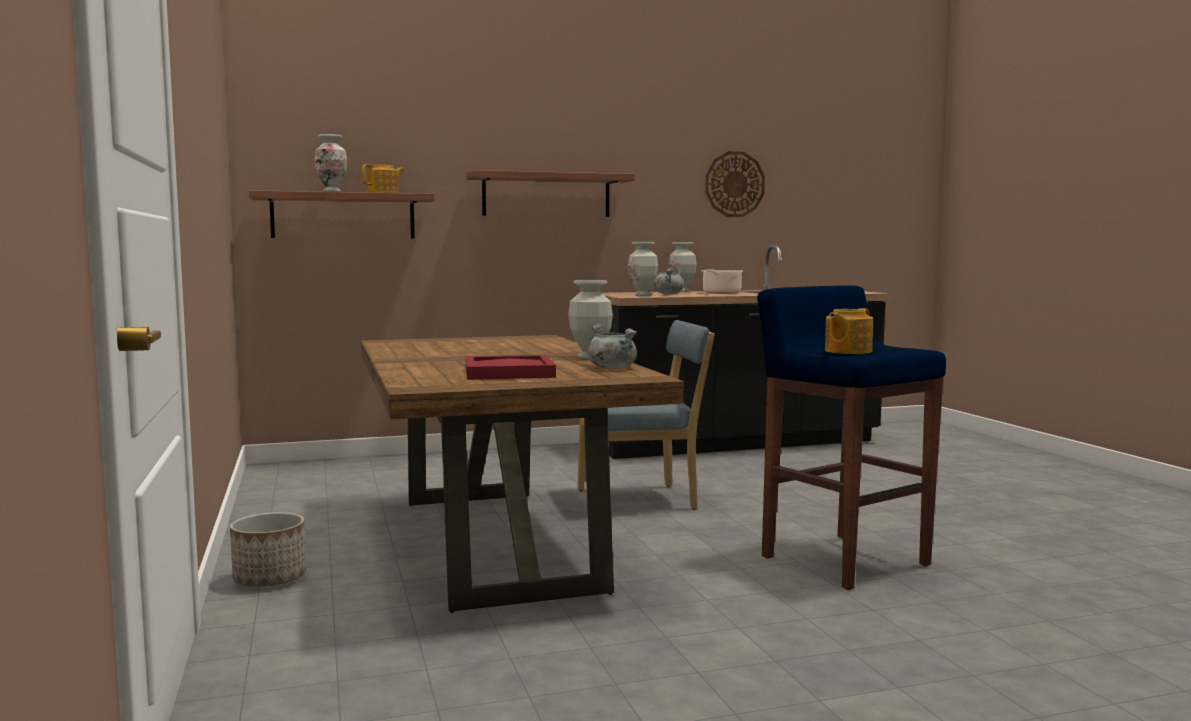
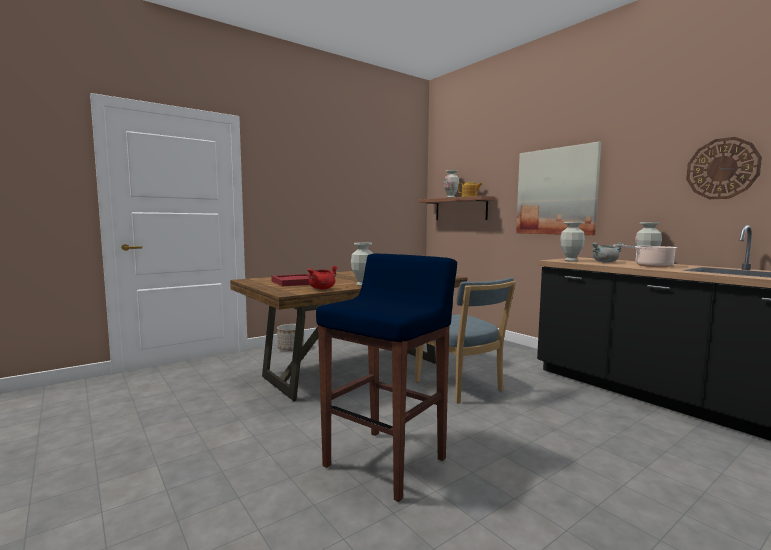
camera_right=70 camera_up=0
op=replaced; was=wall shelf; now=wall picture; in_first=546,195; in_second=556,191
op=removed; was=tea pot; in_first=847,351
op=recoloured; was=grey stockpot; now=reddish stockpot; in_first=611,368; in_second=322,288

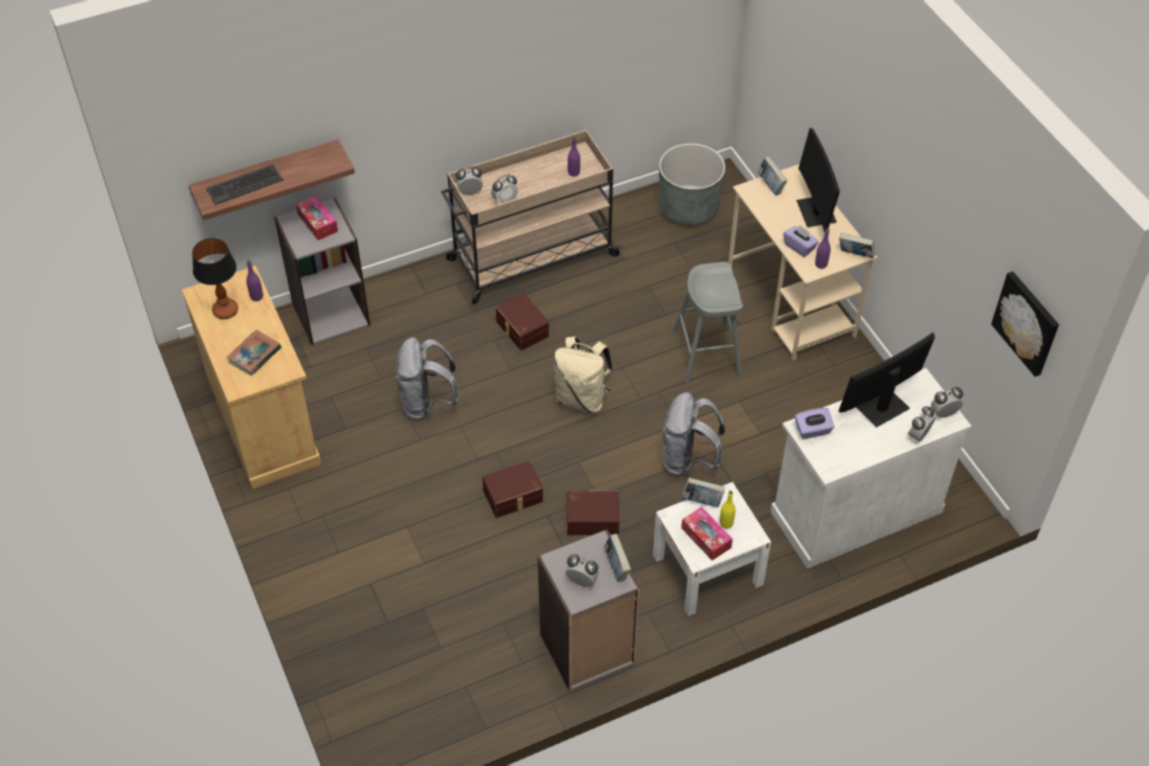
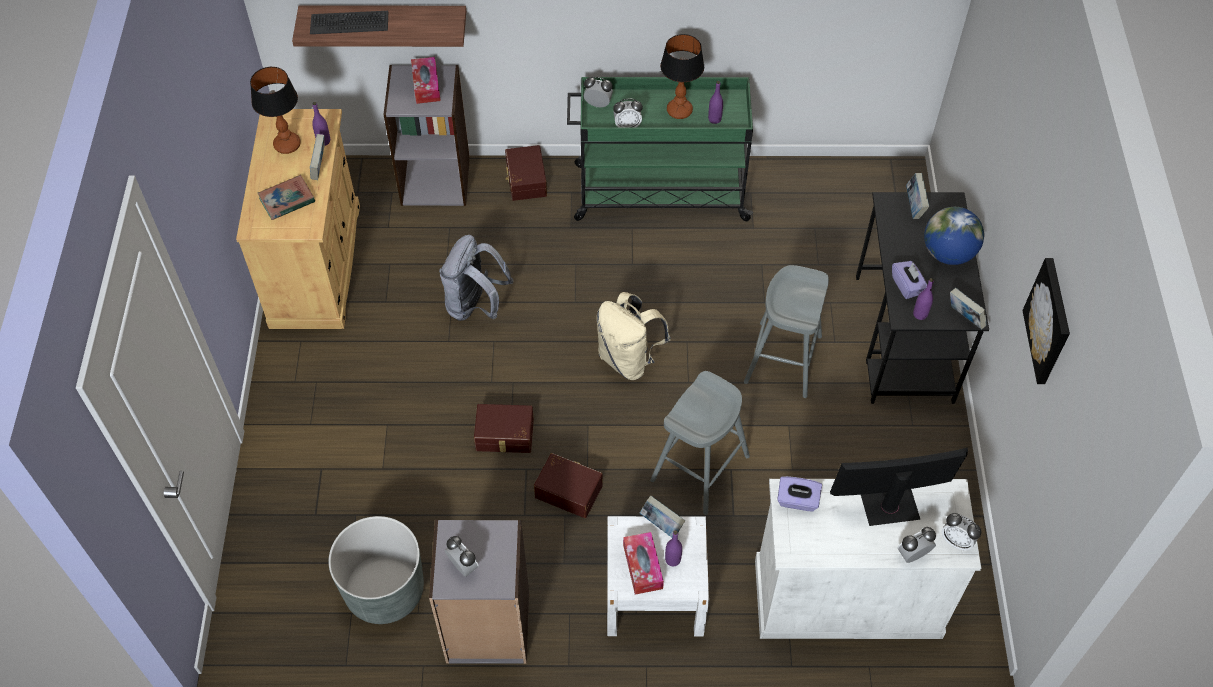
camera_right=25 camera_up=5
op=replaced; was=computer screen; now=desk globe; in_first=816,212; in_second=948,253
op=recoloured; was=beige-coloured trolley; now=green-coloured trolley; in_first=530,258; in_second=658,192
op=moved; was=grey plant pot; in_first=688,208; in_second=384,590
op=recoloured; was=beige-coloured desk table; now=black desk table; in_first=791,303; in_second=904,339
op=moved; was=wall picture; in_first=1027,323; in_second=1050,321
op=moved; was=brownish storage bin; in_first=521,329; in_second=525,180
op=turned; was=alarm clock; in_first=943,413; in_second=956,540; clockwise=-150
op=replaced; was=grey rucksack; now=grey stool; in_first=688,460; in_second=700,468
op=recoloured; was=yellow beverage bottle; now=purple beverage bottle; in_first=726,523; in_second=672,560
op=moved; was=book; in_first=616,567; in_second=320,167
op=added; now=table lamp; in_second=679,111

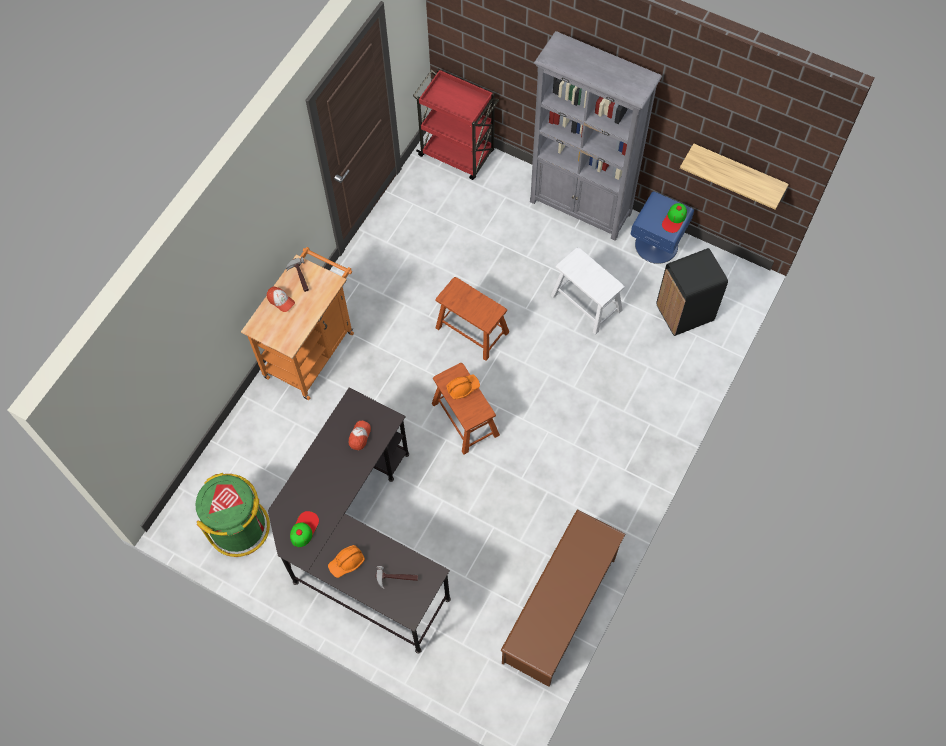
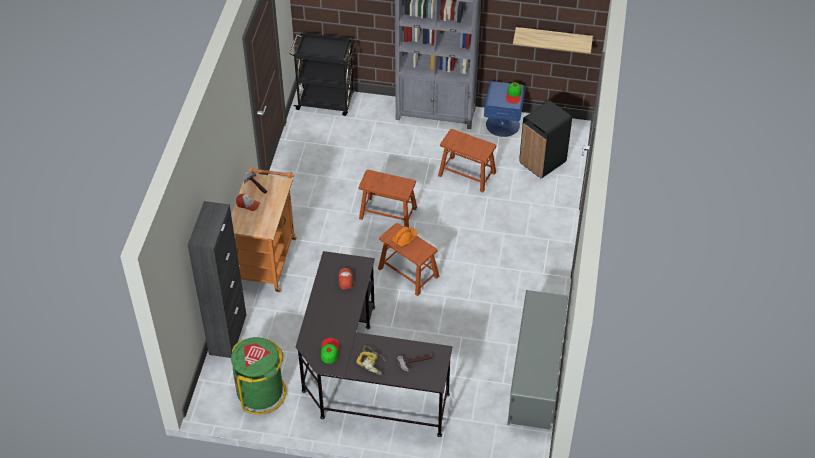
camera_right=-20 camera_up=-15
op=recoloured; was=reddish trolley; now=black trolley; in_first=458,154; in_second=326,102
op=recoloured; was=white-coloured stool; now=brownish stool; in_first=586,302; in_second=467,174
op=recoloured; was=brownish shoe shelf; now=grey shoe shelf; in_first=560,610; in_second=535,377
op=replaced; was=orange-coloured safety helmet; now=electric drill; in_first=346,562; in_second=372,363
op=added; now=black cabinet; in_second=228,334

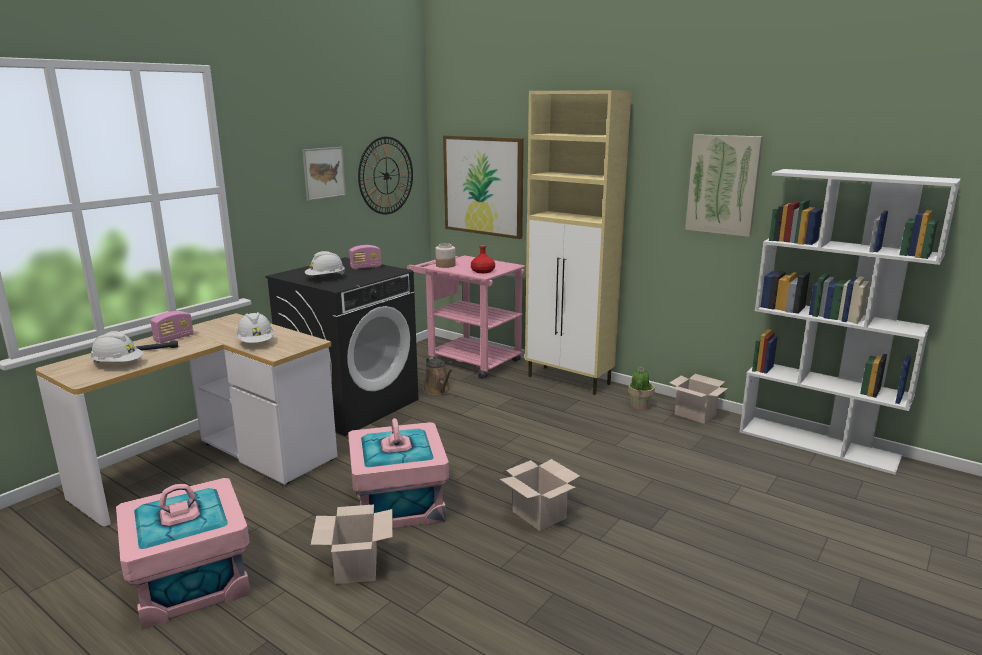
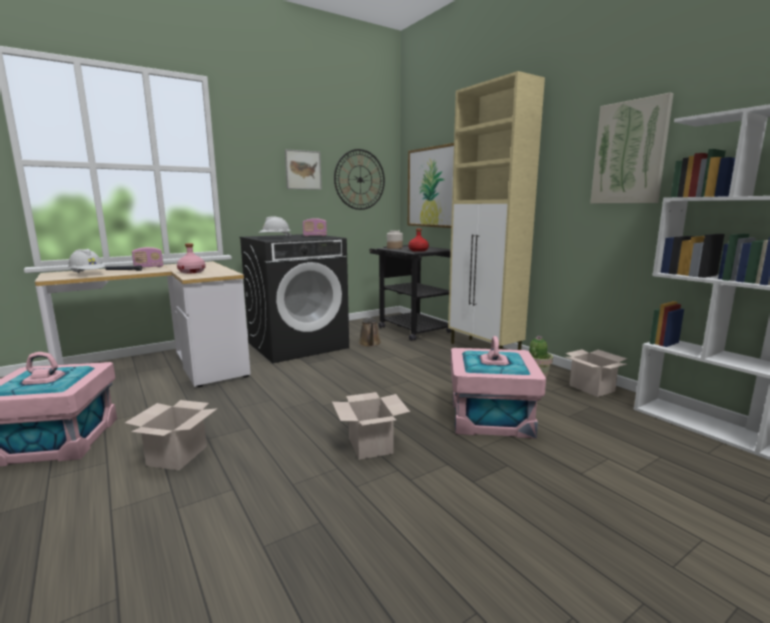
camera_right=20 camera_up=-5
op=recoloured; was=pink trolley; now=black trolley; in_first=467,360; in_second=410,328
op=replaced; was=white-coloured safety helmet; now=pink beverage bottle; in_first=256,343; in_second=192,272
op=moved; was=pink storage bin; in_first=400,504; in_second=491,418

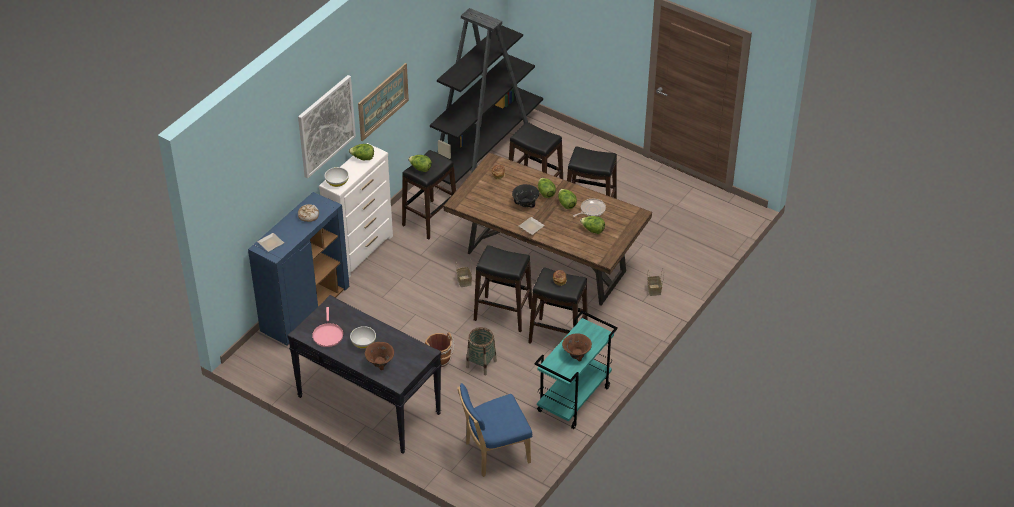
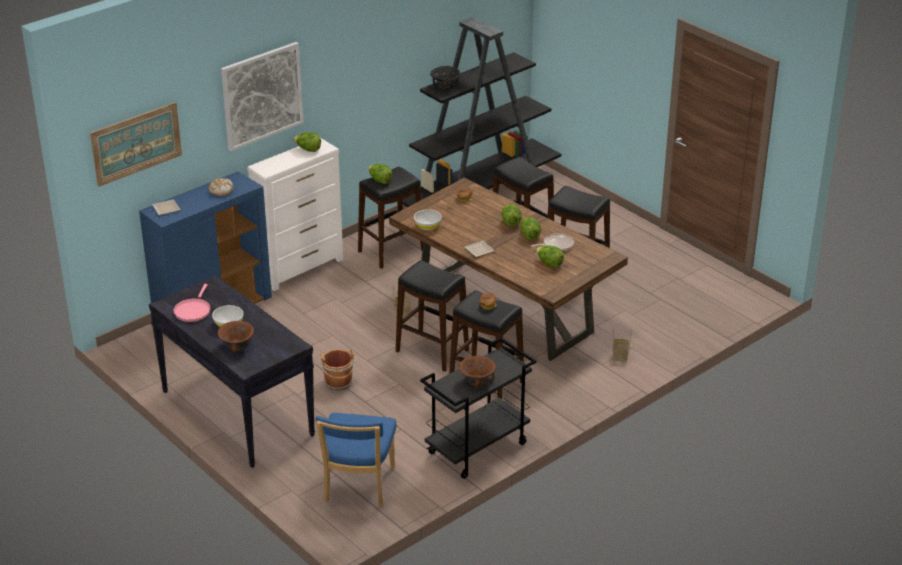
camera_right=15 camera_up=-10
op=moved; was=wall picture; in_first=383,101; in_second=136,143
op=moved; was=white-coloured bowl; in_first=337,182; in_second=428,226
op=moved; was=black bowl; in_first=525,203; in_second=445,86
op=recoloured; was=turquoise-coloured trolley; now=black trolley; in_first=574,400; in_second=477,449
op=removed; was=household basket; in_first=481,364
op=turned; was=blue chair; in_first=494,453; in_second=358,487; clockwise=-75

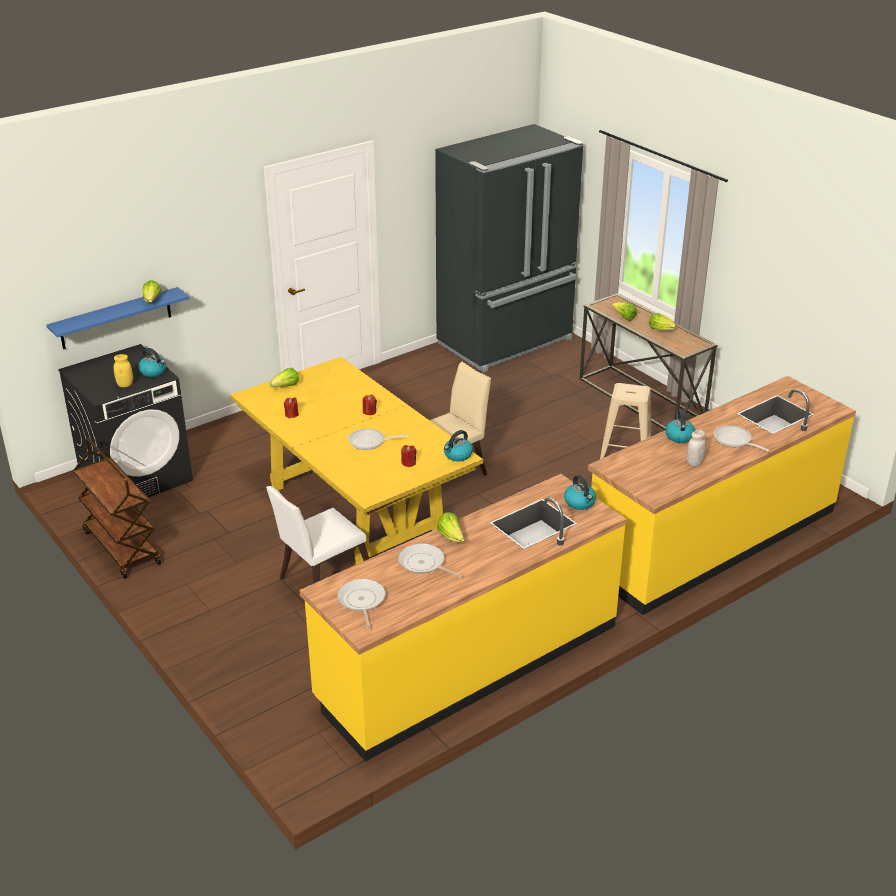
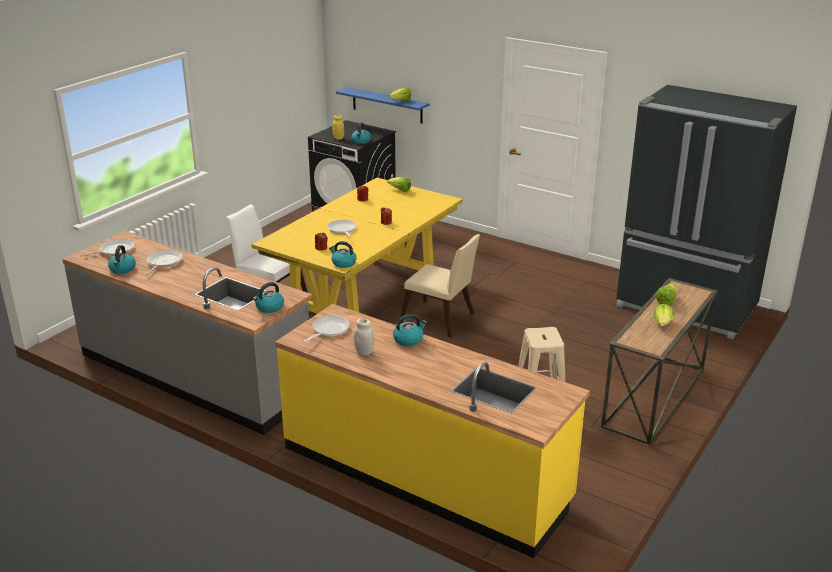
camera_right=70 camera_up=-5
op=moved; was=frying pan; in_first=735,441; in_second=328,330
op=removed; was=brownish trolley; in_first=121,547
op=recoloured; was=yellow kitchen base unit; now=grey kitchen base unit; in_first=468,662; in_second=195,374
op=removed; was=head of lettuce; in_first=451,537
op=added; now=kettle; in_second=122,269

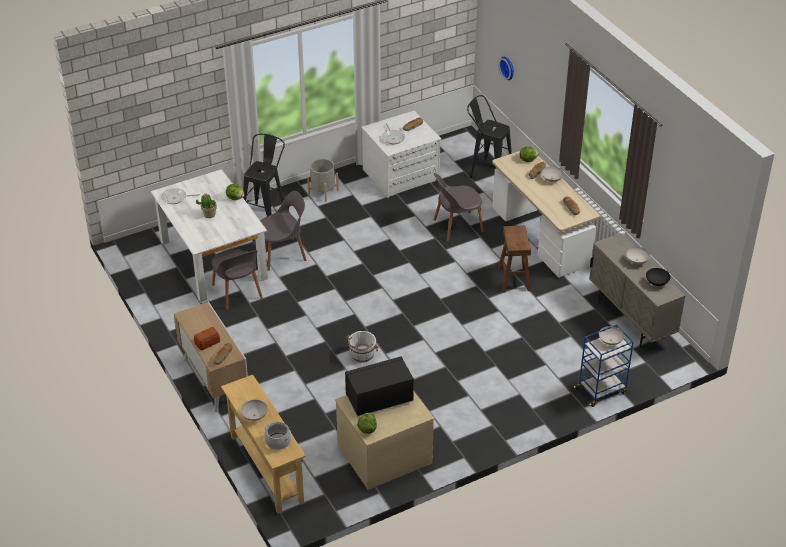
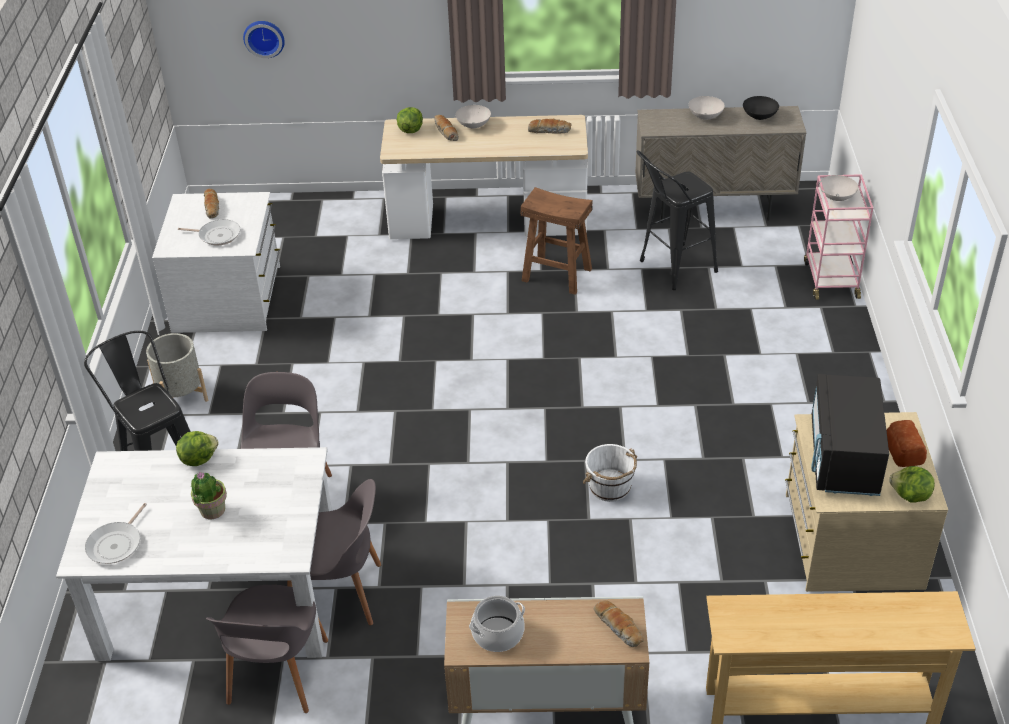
camera_right=-60 camera_up=0
op=moved; was=black stool; in_first=487,172; in_second=671,269
op=moved; was=grey chair; in_first=456,226; in_second=277,674
op=recoloured; was=blue trolley; now=pink trolley; in_first=601,390; in_second=830,279
op=moved; was=bread; in_first=208,342; in_second=904,450
op=removed; was=white-coloured bowl; in_first=255,416
op=moved; was=stockpot; in_first=278,441; in_second=497,634

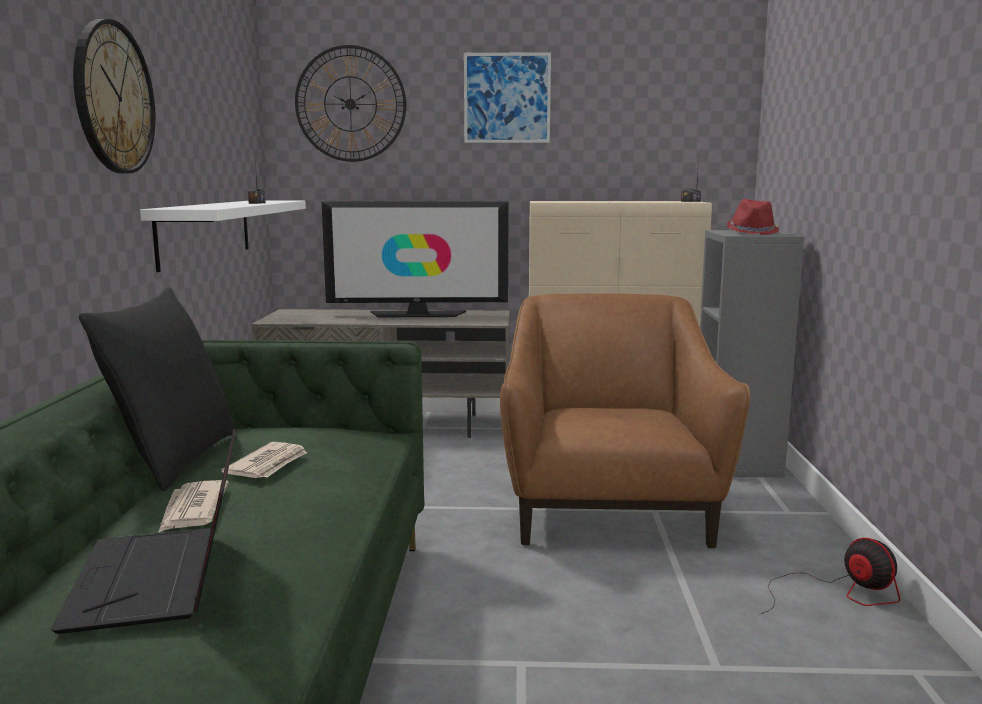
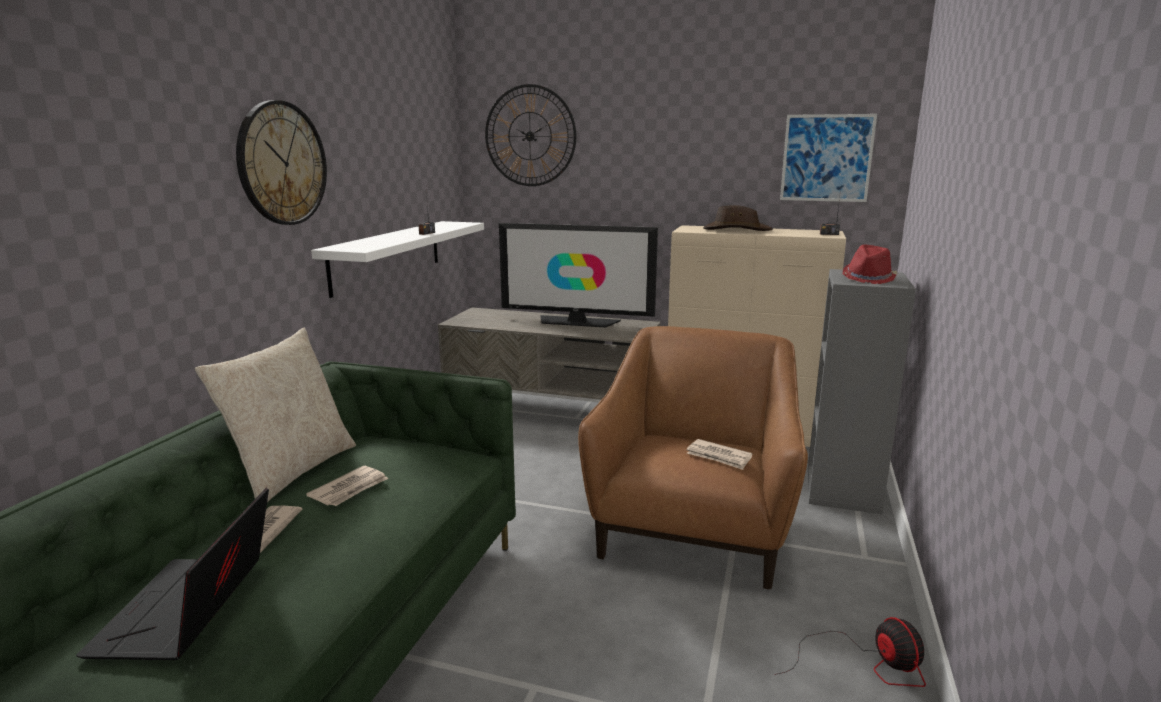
camera_right=15 camera_up=5
op=moved; was=wall picture; in_first=507,98; in_second=826,158
op=recoloured; was=black pillow; now=beige-coloured pillow; in_first=173,459; in_second=292,471
op=added; now=brownish clothing hat; in_second=736,230
op=added; now=printed paper; in_second=719,457

